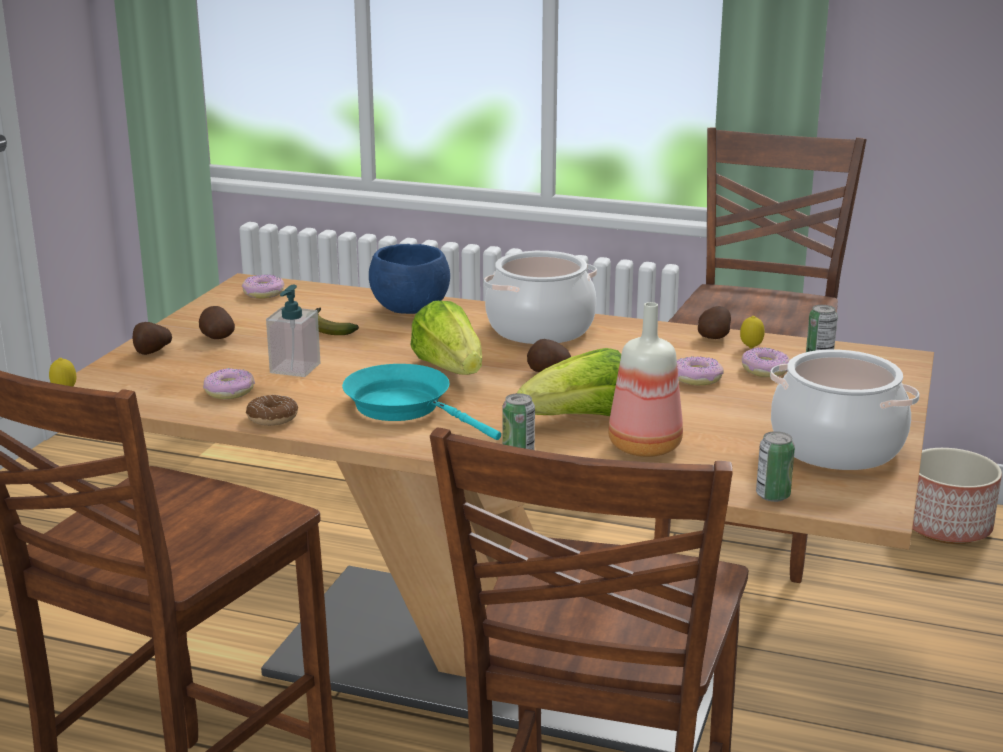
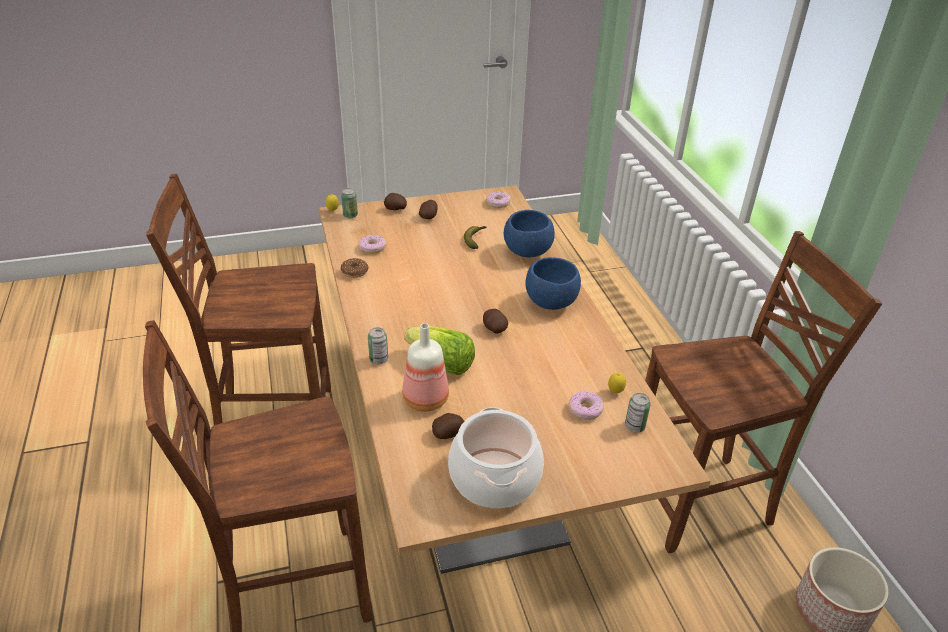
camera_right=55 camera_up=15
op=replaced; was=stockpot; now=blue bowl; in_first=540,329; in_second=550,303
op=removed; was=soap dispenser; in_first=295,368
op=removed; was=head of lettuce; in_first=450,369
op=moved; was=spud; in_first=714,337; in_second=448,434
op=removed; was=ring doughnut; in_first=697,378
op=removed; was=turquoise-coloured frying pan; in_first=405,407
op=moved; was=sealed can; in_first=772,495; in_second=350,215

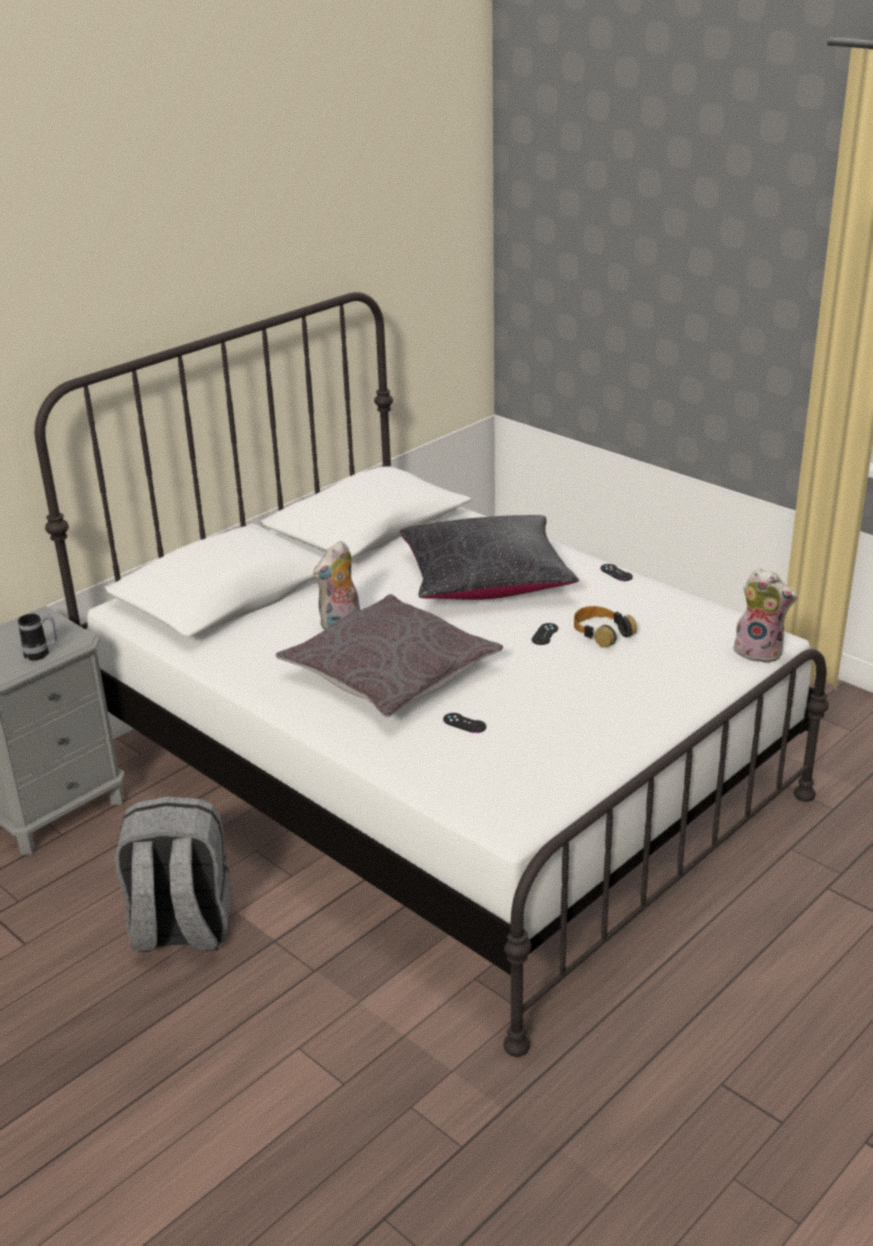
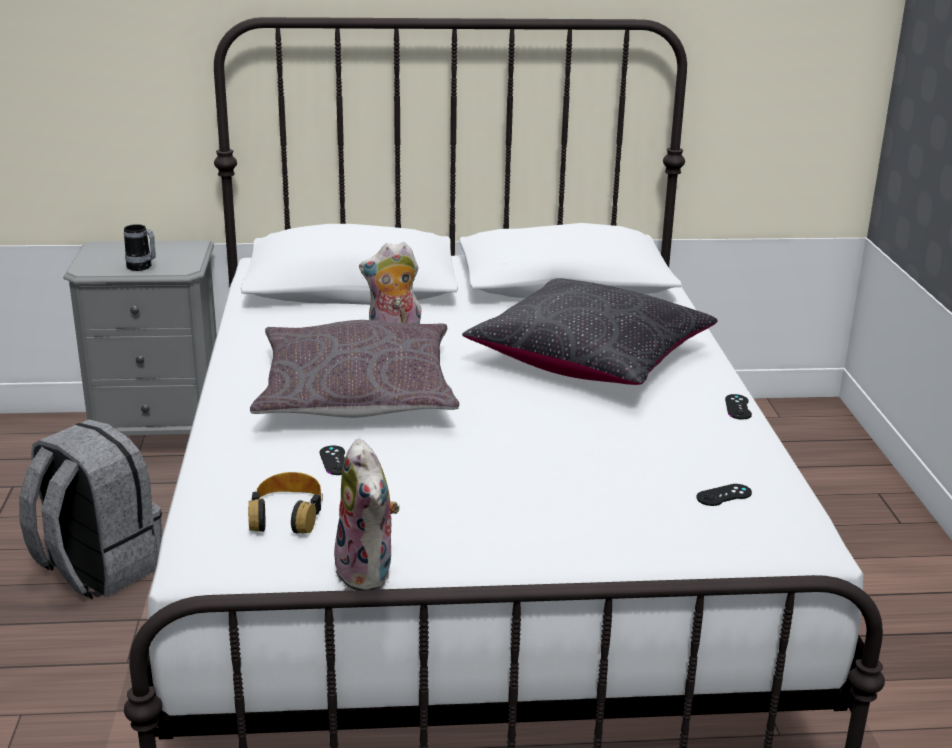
camera_right=40 camera_up=-5
op=moved; was=soft toy; in_first=760,651; in_second=369,573
op=moved; was=headphones; in_first=601,632; in_second=287,514
op=moved; was=black game controller; in_first=545,634; in_second=724,495

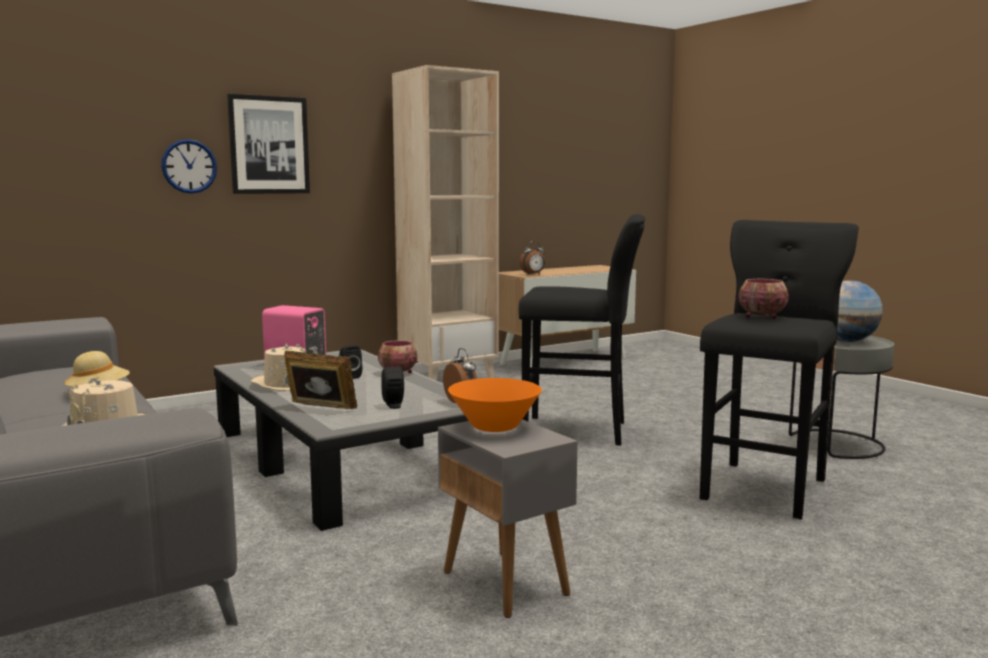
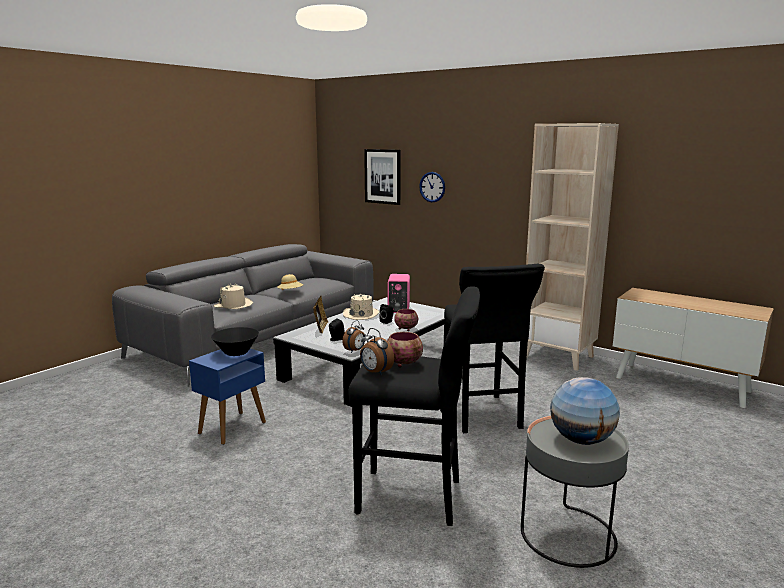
camera_right=70 camera_up=5
op=moved; was=wall picture; in_first=269,145; in_second=383,176
op=moved; was=alarm clock; in_first=533,274; in_second=375,372
op=recoloured; was=orange-coloured bowl; now=black bowl; in_first=495,426; in_second=236,353
op=recoloured; was=grey end table; now=blue end table; in_first=506,583; in_second=232,428

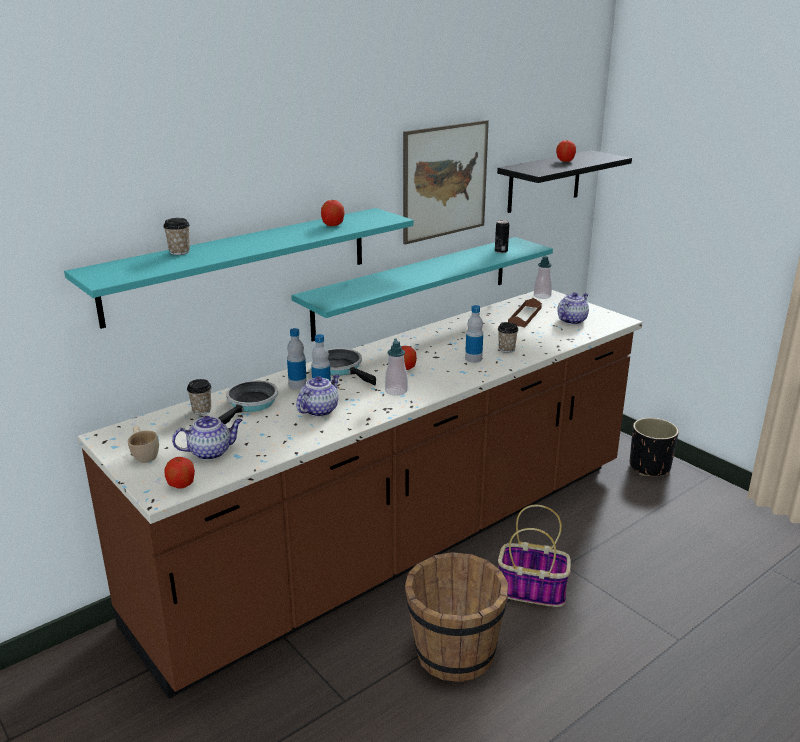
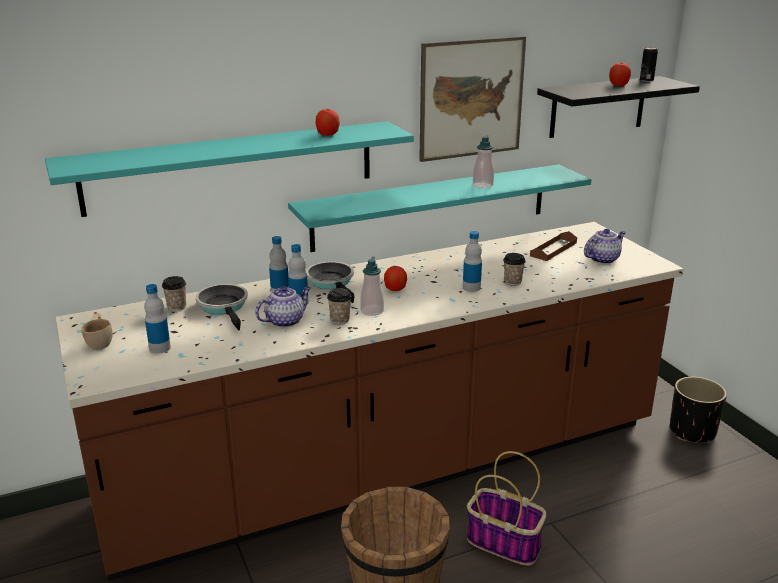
camera_right=15 camera_up=0
op=moved; was=drinking cup; in_first=179,252; in_second=340,320
op=moved; was=sealed can; in_first=501,251; in_second=646,80
op=moved; was=soap dispenser; in_first=542,296; in_second=482,185
op=turned; was=frying pan; in_first=250,404; in_second=224,307; clockwise=-60
op=replaced; was=tea pot; now=beverage bottle; in_first=211,452; in_second=160,348
op=removed; was=apple fruit; in_first=181,485

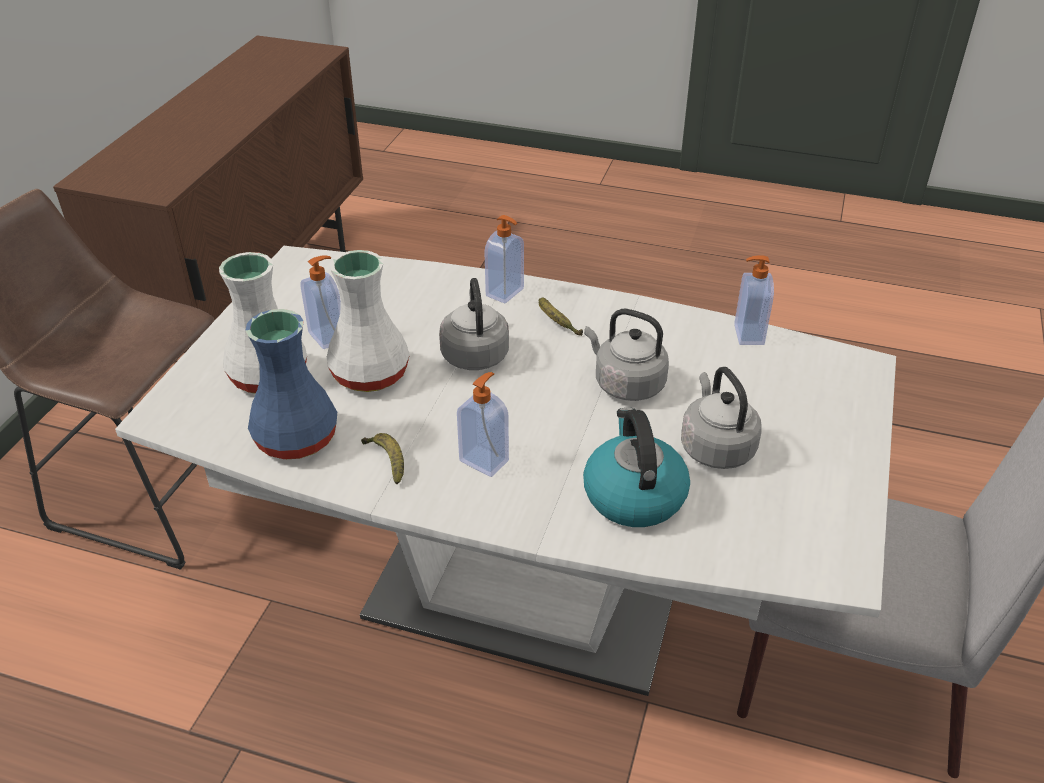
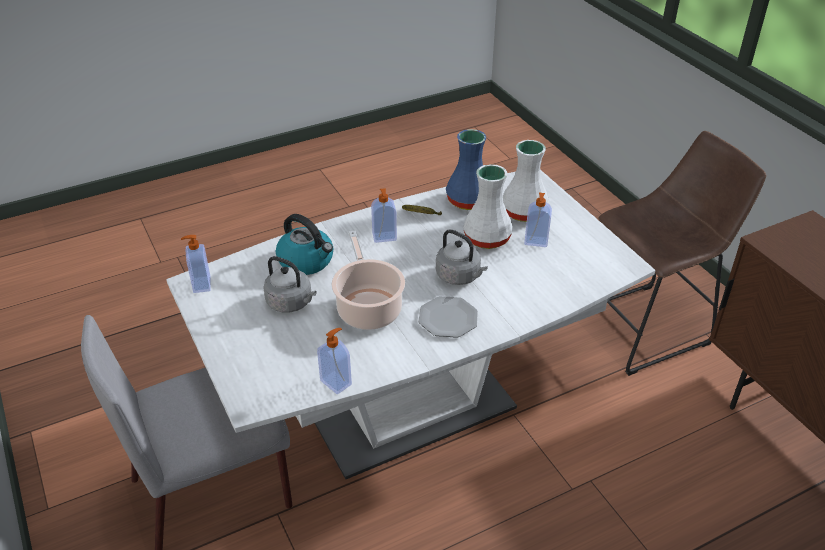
camera_right=135 camera_up=0
op=moved; was=soap dispenser; in_first=506,293; in_second=201,285
op=replaced; was=whole banana; now=dinner plate; in_first=556,323; in_second=447,319
op=replaced; was=grey kettle; now=stockpot; in_first=625,384; in_second=368,307

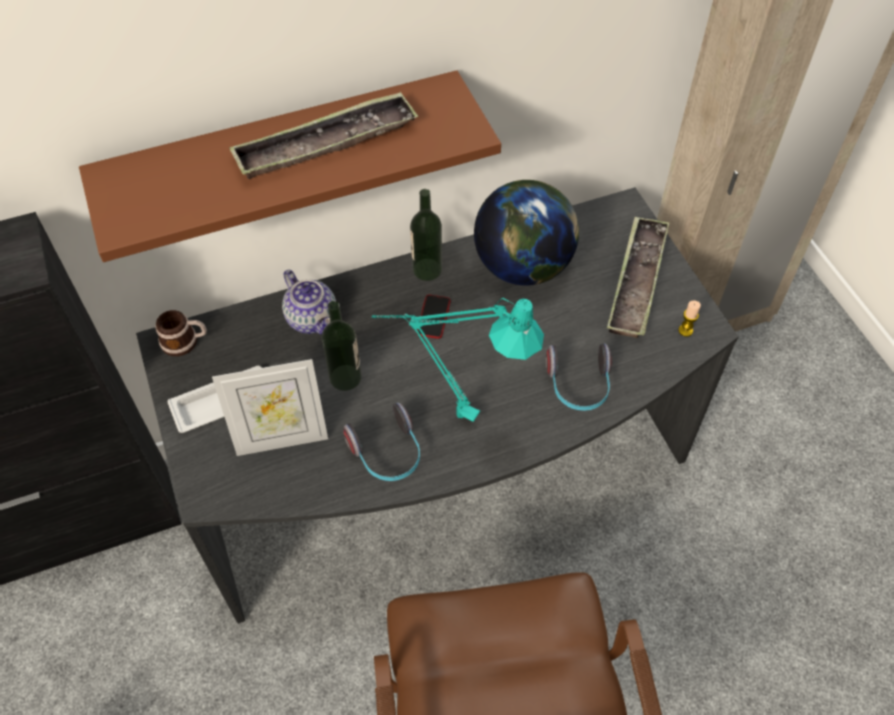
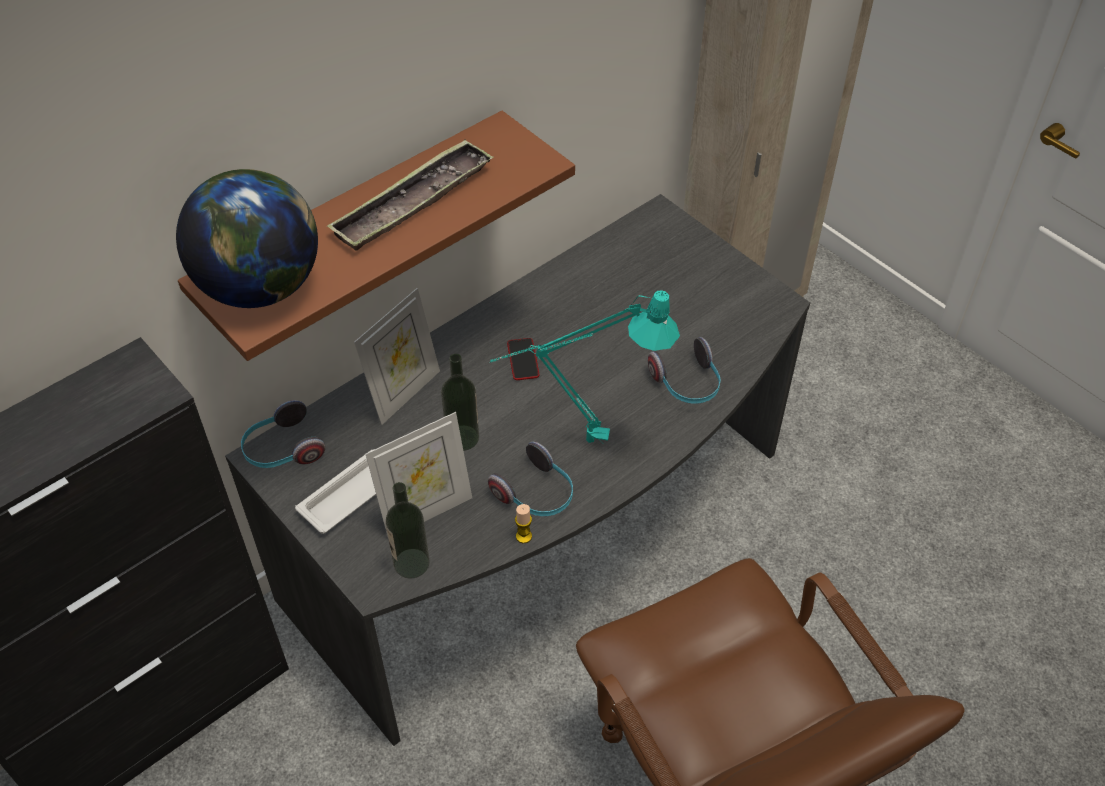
camera_right=-20 camera_up=-5
op=moved; was=desk globe; in_first=523,266; in_second=261,286
op=moved; was=beverage bottle; in_first=427,269; in_second=411,563
op=removed; was=carrying tray; in_first=637,281
op=replaced; was=tea pot; now=photo frame; in_first=313,319; in_second=404,393
op=moved; was=wax light; in_first=685,330; in_second=523,536
op=replaced; was=coffee mug; now=headphones; in_first=185,342; in_second=282,450

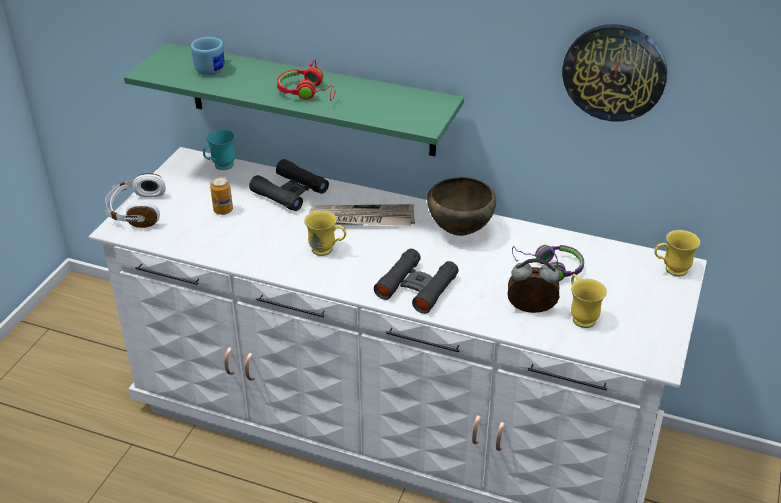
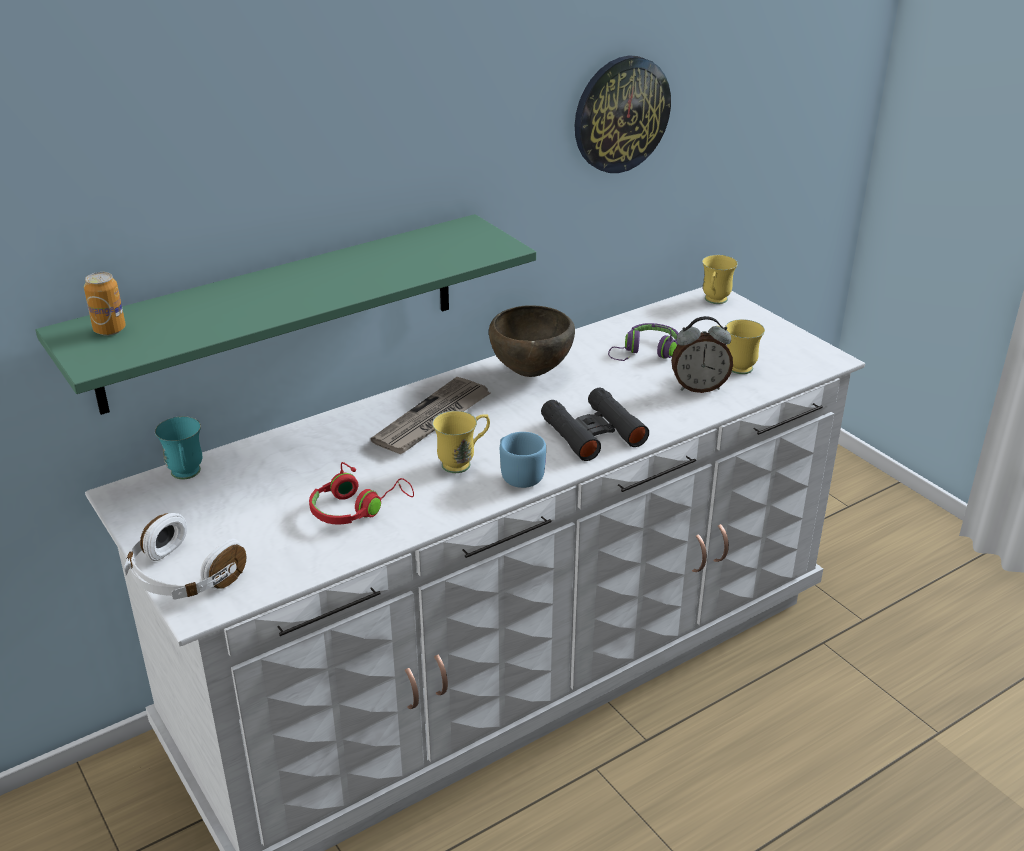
camera_right=-55 camera_up=-5
op=moved; was=blue coffee mug; in_first=213,68; in_second=519,474
op=moved; was=reddish headphones; in_first=308,93; in_second=357,508
op=removed; was=black binoculars; in_first=290,192
op=moved; was=sealed can; in_first=223,210; in_second=109,330
op=turned; was=alarm clock; in_first=531,311; in_second=699,387; clockwise=-135

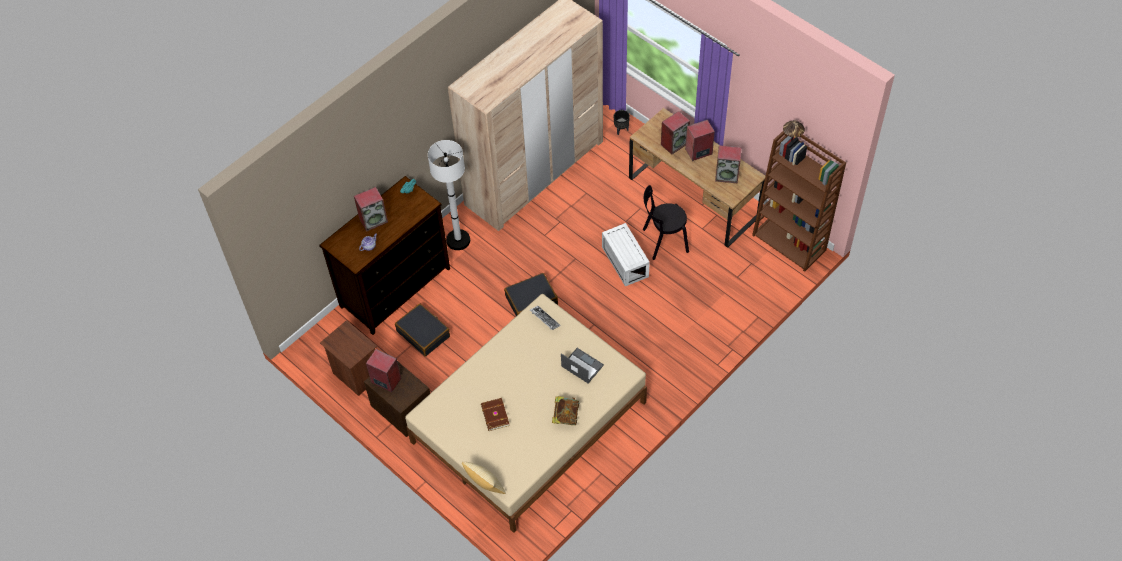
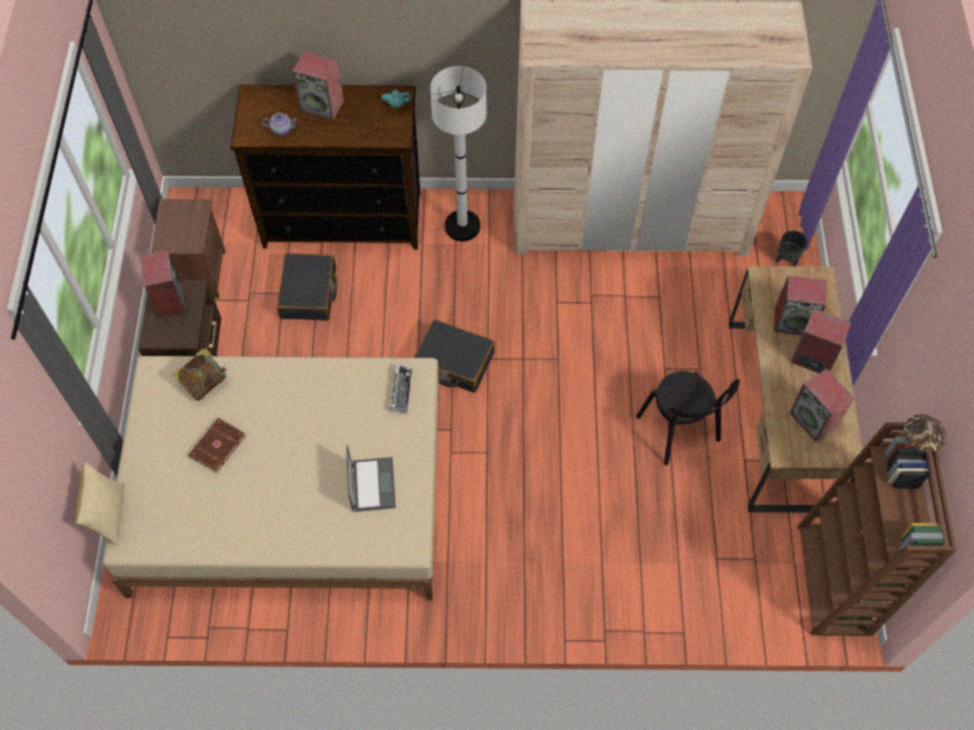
camera_right=45 camera_up=5
op=turned; was=black chair; in_first=663,241; in_second=680,431; clockwise=-150
op=removed; was=white-coloured storage bin; in_first=624,261
op=moved; was=book; in_first=565,416; in_second=204,382

